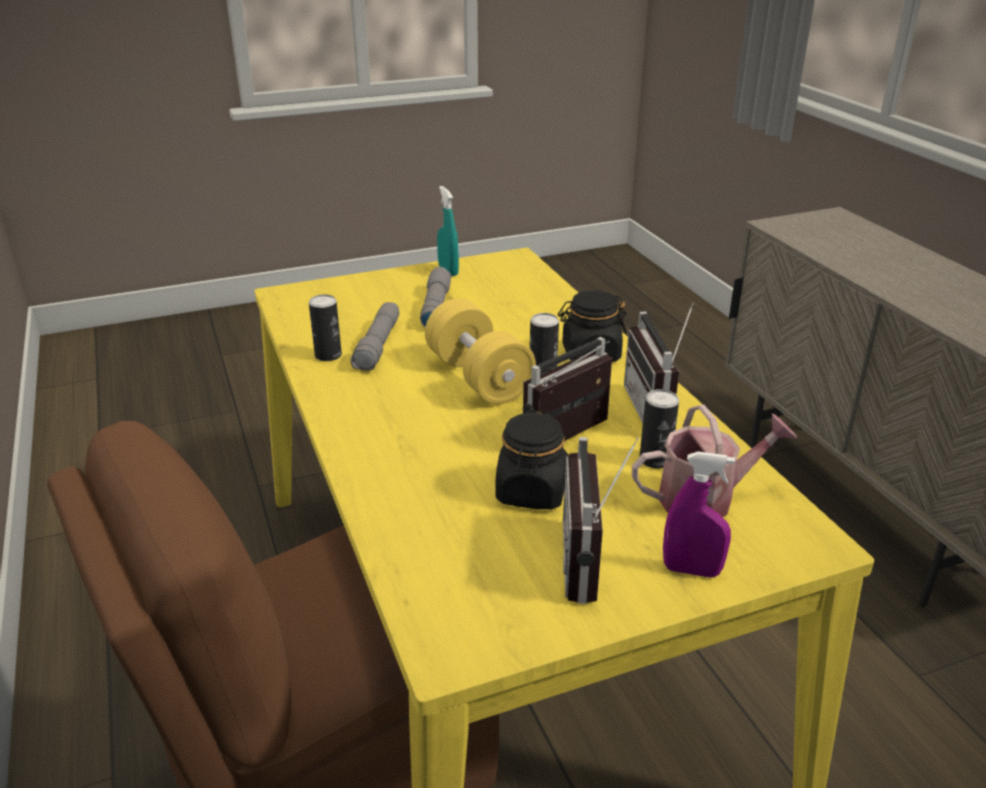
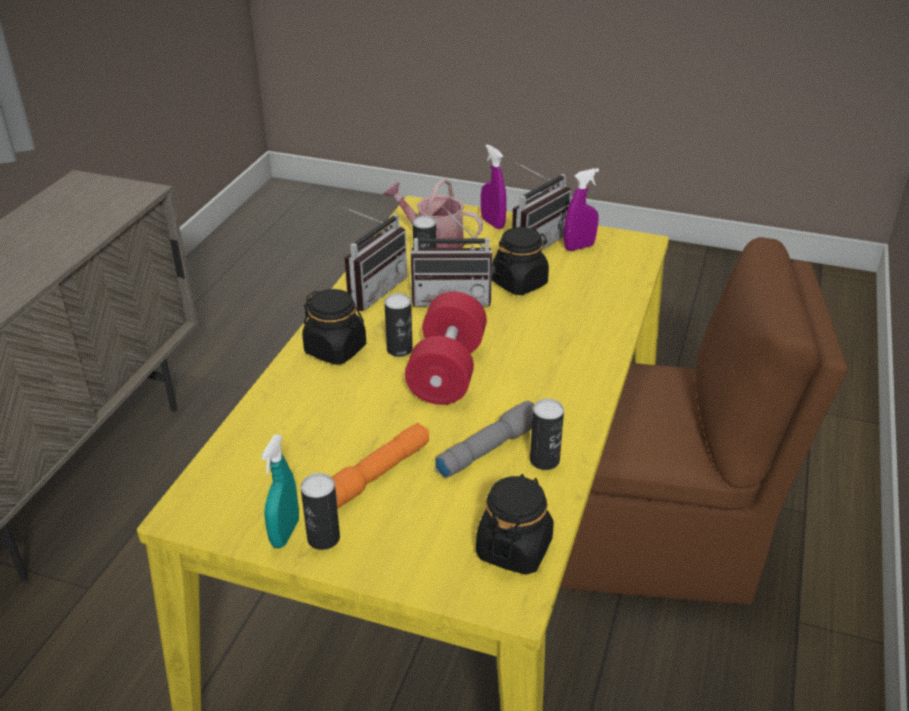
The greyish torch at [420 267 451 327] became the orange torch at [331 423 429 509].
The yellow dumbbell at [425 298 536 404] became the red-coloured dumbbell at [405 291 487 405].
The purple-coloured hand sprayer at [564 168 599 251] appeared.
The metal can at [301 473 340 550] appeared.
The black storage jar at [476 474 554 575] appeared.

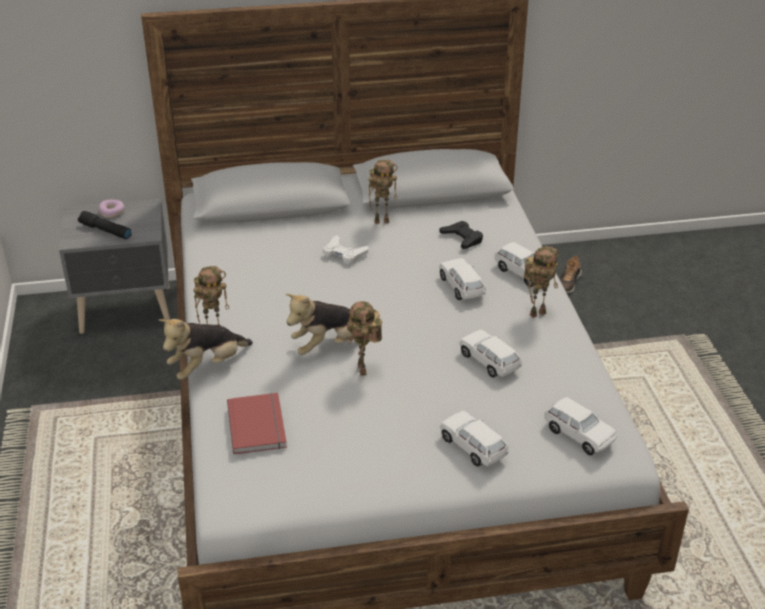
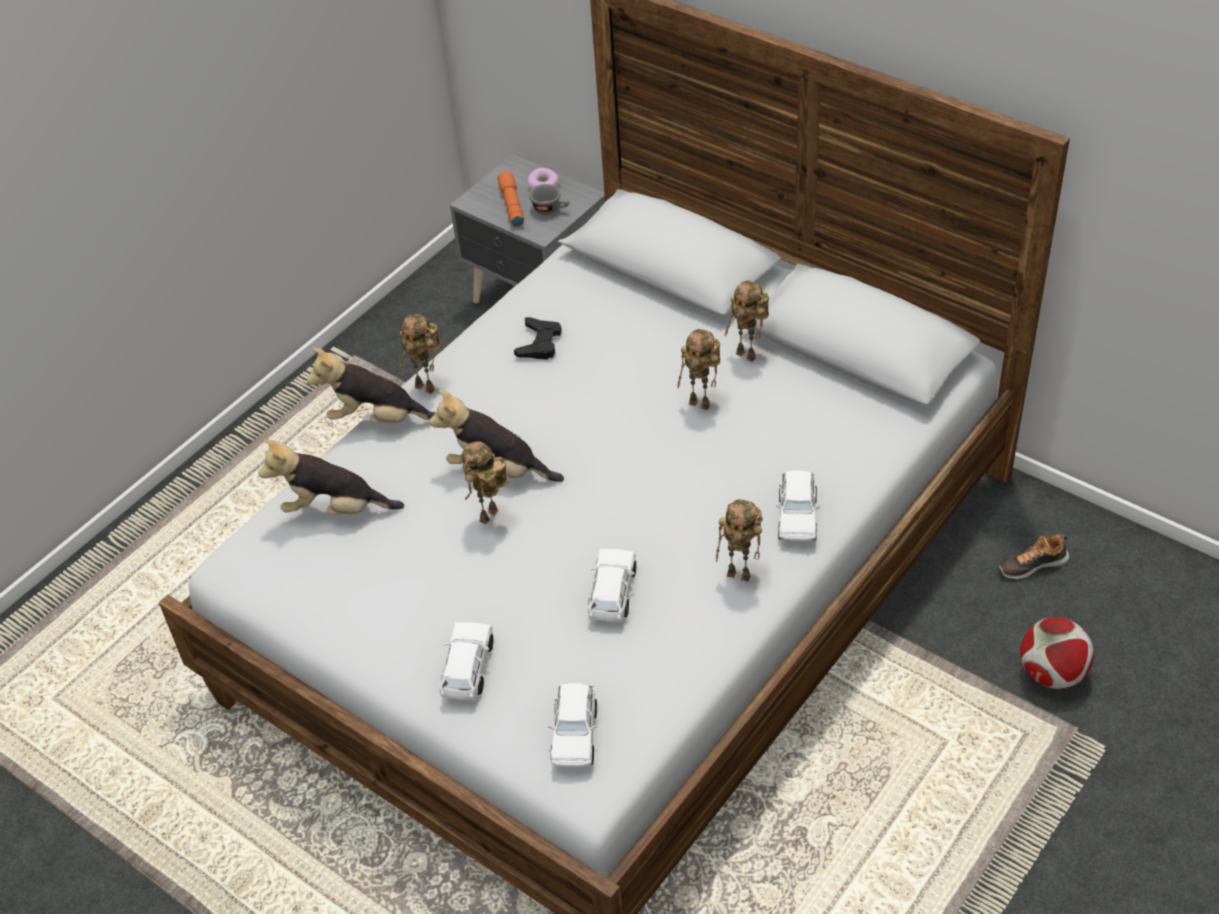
The black torch at [78 211 132 239] became the orange torch at [497 171 524 227].
The black game controller moved from [439 221 483 249] to [514 317 562 360].
The white game controller at [323 235 368 265] disappeared.
The white model car at [439 258 486 300] disappeared.
The red-coloured bound book at [227 393 287 454] was replaced by the soft toy at [259 439 404 515].
The greyish small cup at [529 184 570 215] appeared.
The robot figure at [677 329 720 410] appeared.
The football at [1020 617 1094 689] appeared.

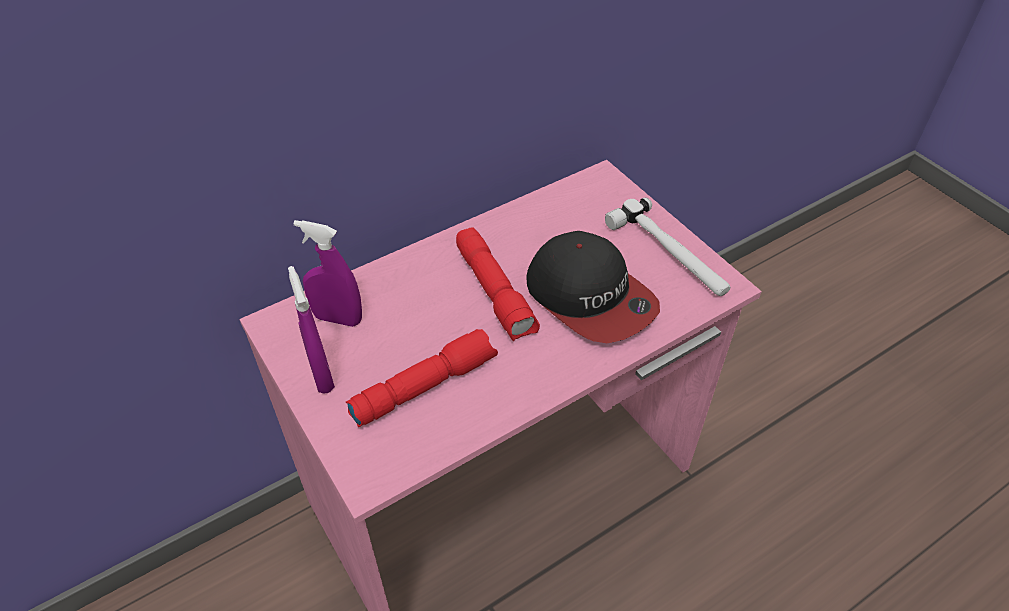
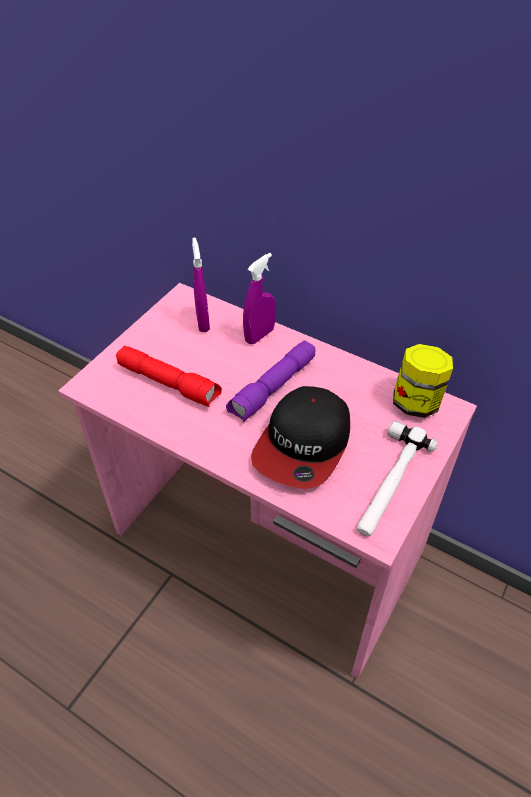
The red-coloured torch at [456 227 540 341] became the purple-coloured torch at [226 340 315 422].
The purple-coloured hand sprayer moved from [288 266 335 393] to [243 253 276 344].
The storage jar at [393 344 453 418] appeared.

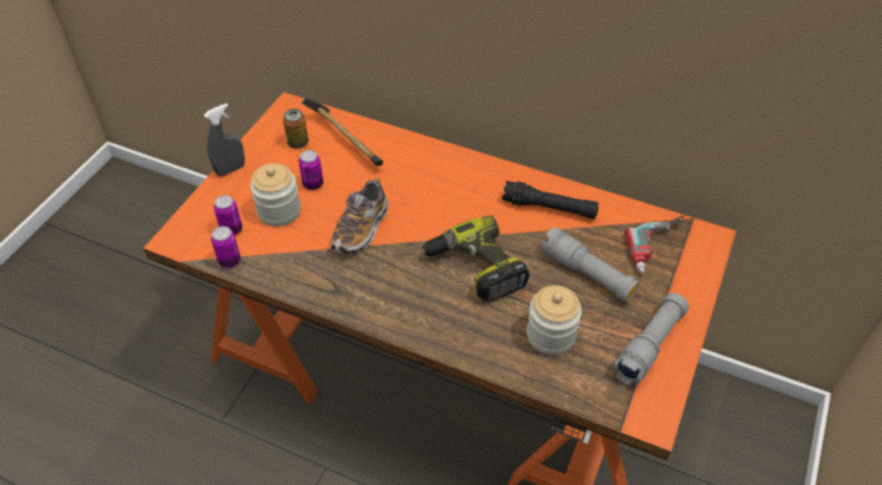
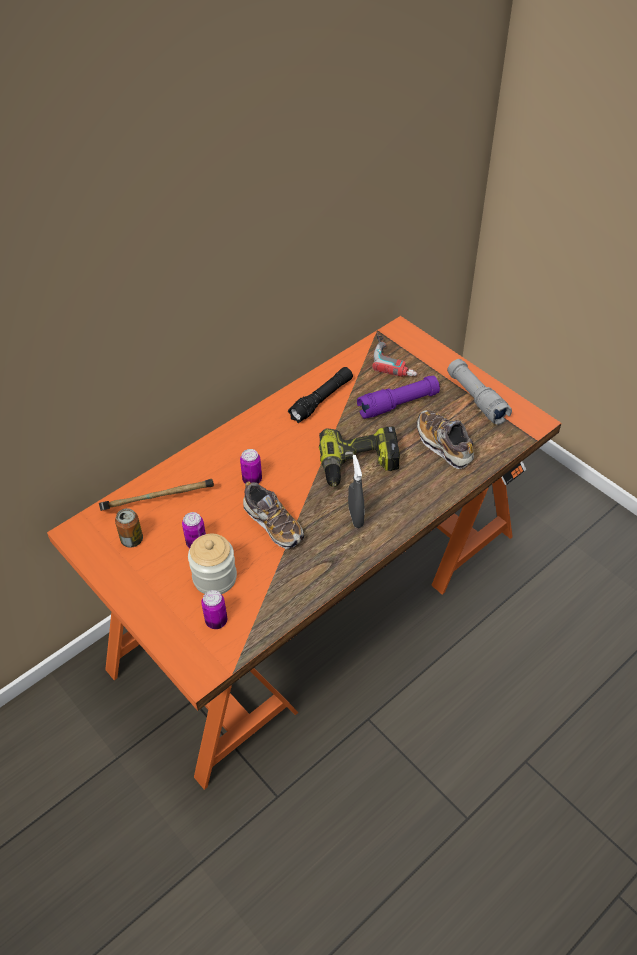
The greyish hand sprayer moved from [204 103 245 176] to [348 455 364 528].
The metal can moved from [211 226 241 268] to [240 449 262 484].
The greyish torch at [540 227 640 302] became the purple-coloured torch at [357 375 440 419].
The storage jar at [527 285 582 355] was replaced by the low shoe at [417 410 474 469].

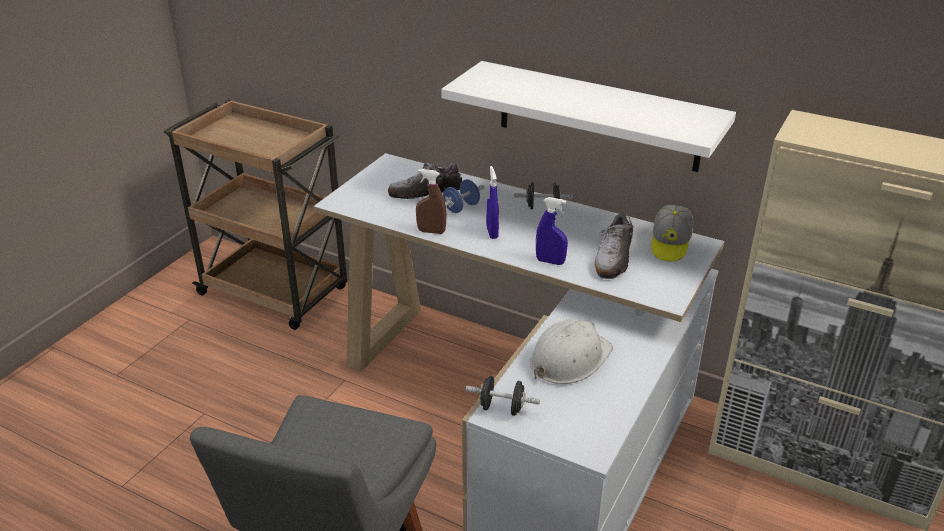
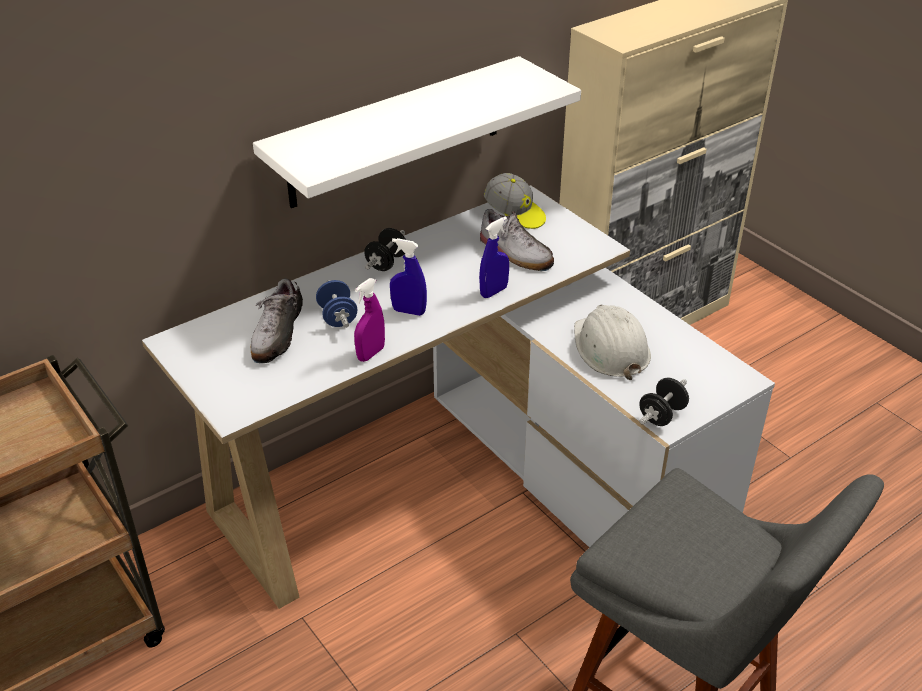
The brownish hand sprayer at [416 169 446 234] became the purple-coloured hand sprayer at [354 278 385 362].

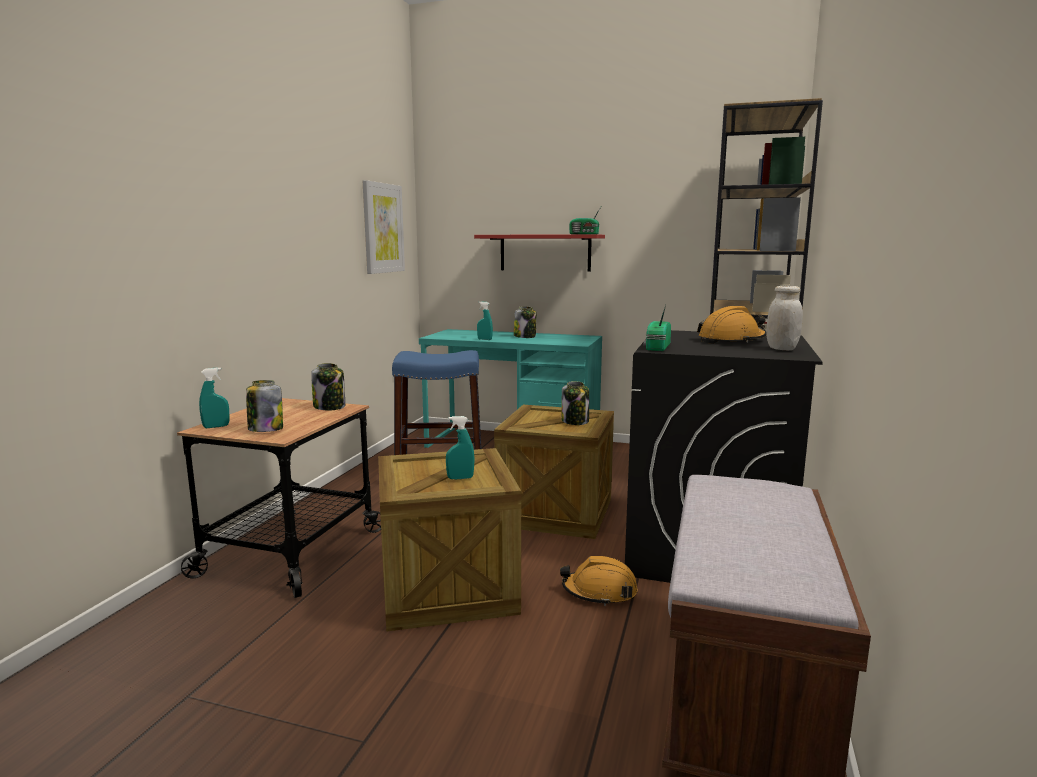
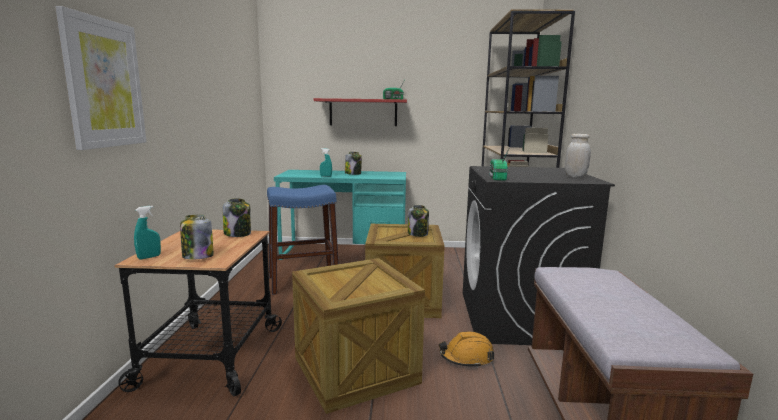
The wall picture moved from [363 180 405 274] to [55 6 146 150].
The orange work helmet at [697 306 766 344] disappeared.
The turquoise-coloured hand sprayer at [446 416 475 479] disappeared.

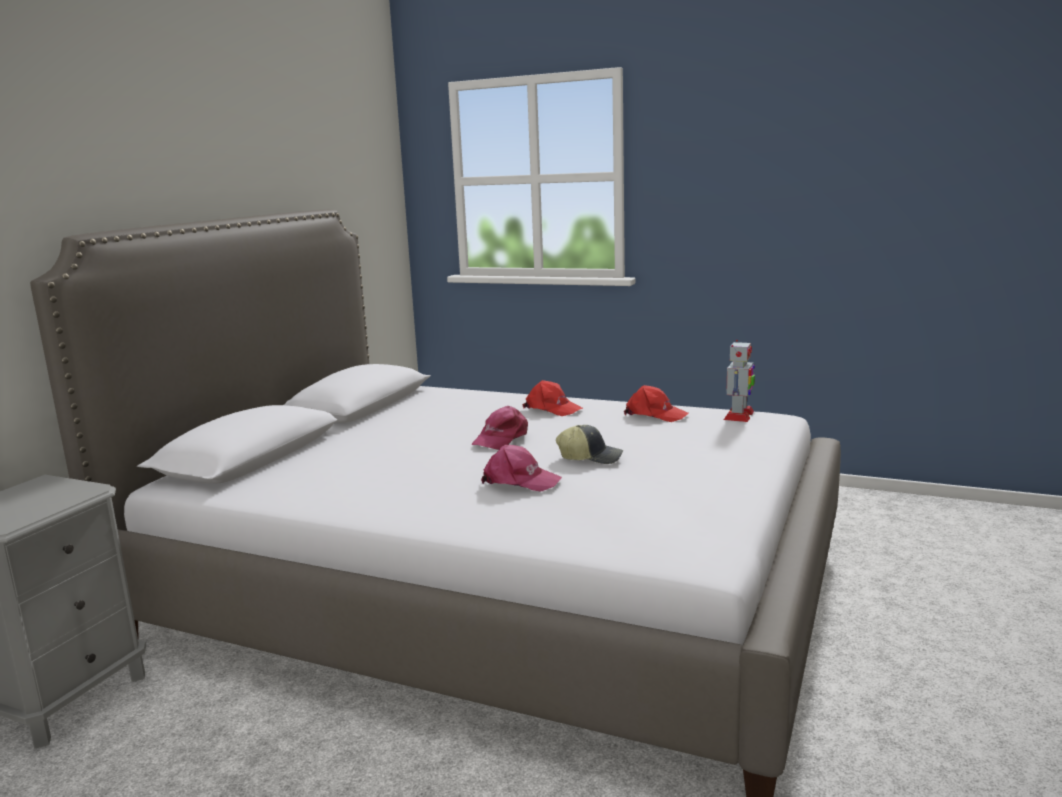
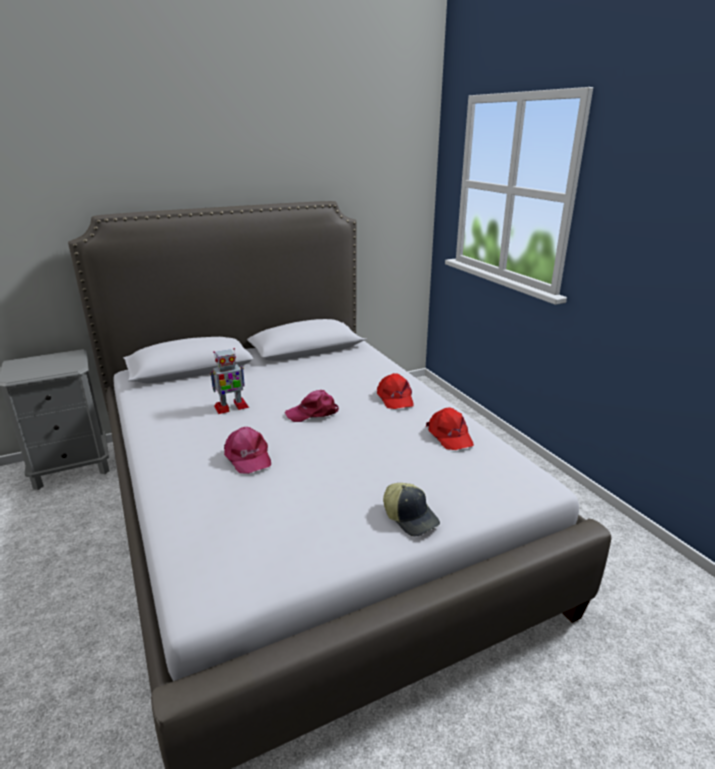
The robot figure moved from [724 340 755 422] to [210 348 249 414].
The baseball cap moved from [556 425 623 464] to [383 483 440 537].

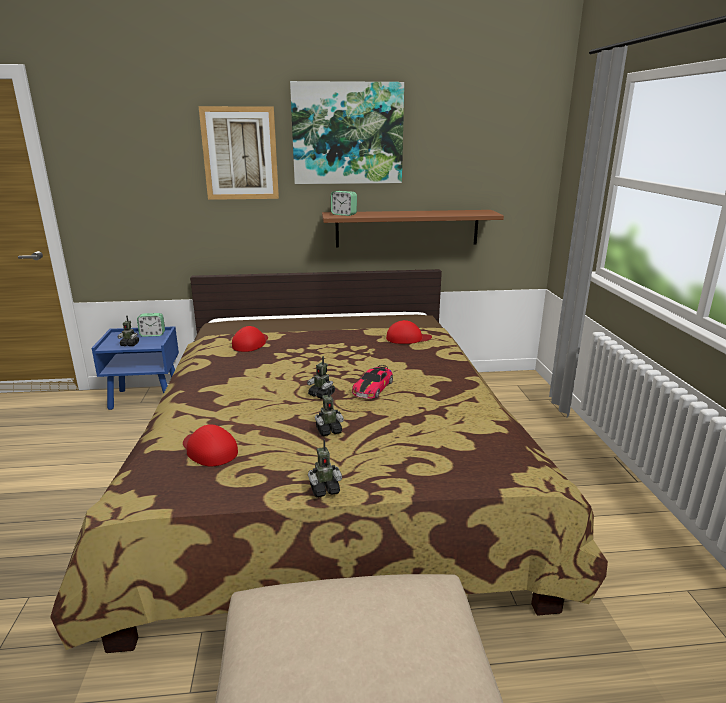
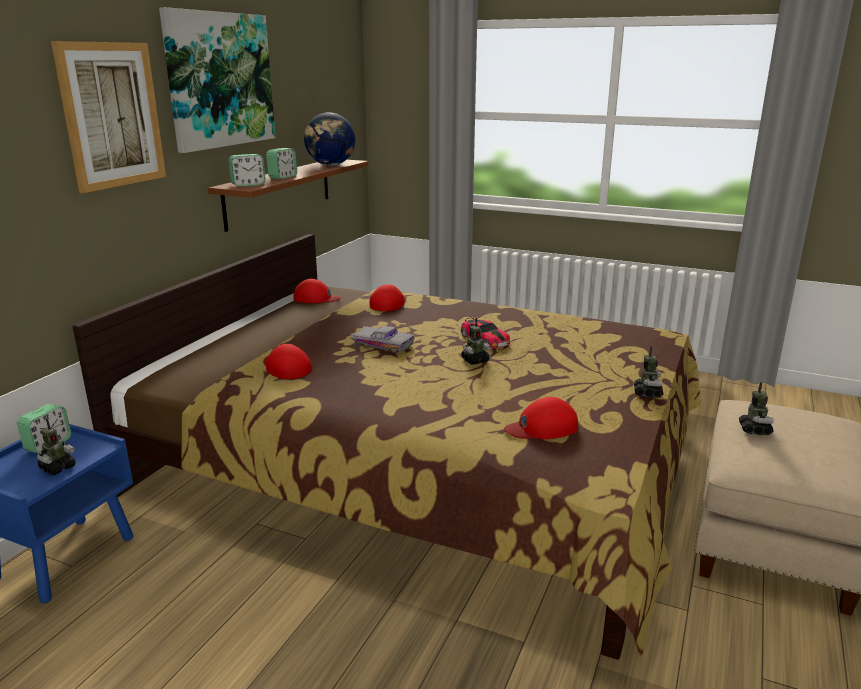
The robot figure moved from [315 387 344 436] to [739 382 774 435].
The desk globe at [304 112 355 165] appeared.
The table clock at [266 148 297 179] appeared.
The red-coloured baseball cap at [293 279 342 303] appeared.
The greyish model car at [351 326 414 353] appeared.

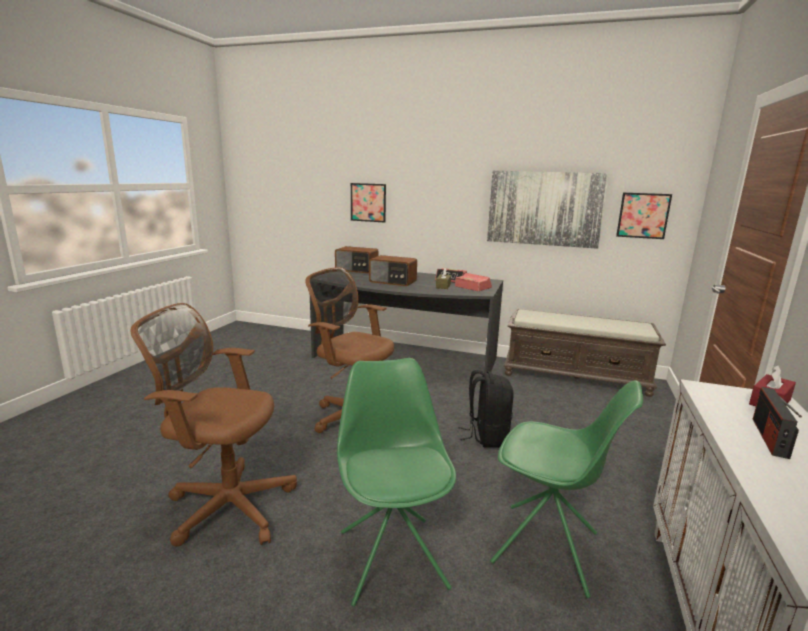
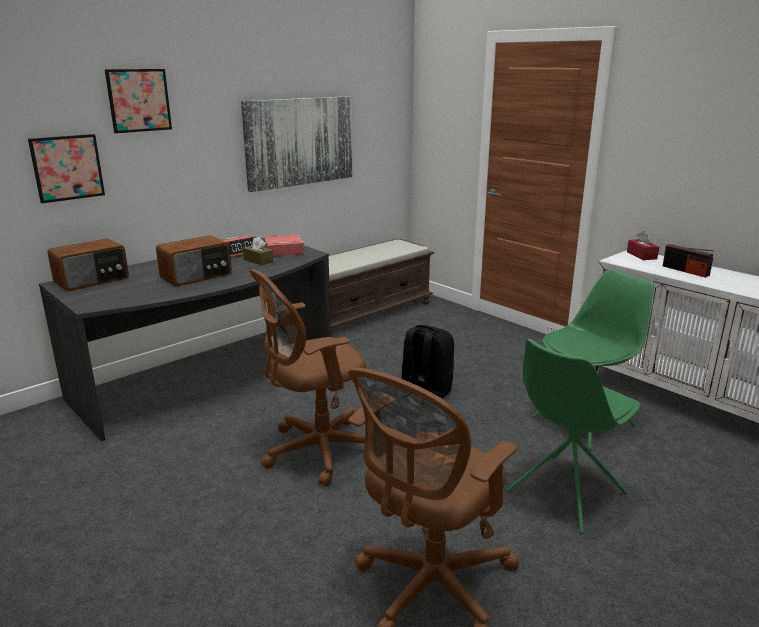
The wall picture moved from [616 193 672 239] to [105 69 172 133].
The green upright chair at [337 358 456 607] turned 60 degrees counterclockwise.

